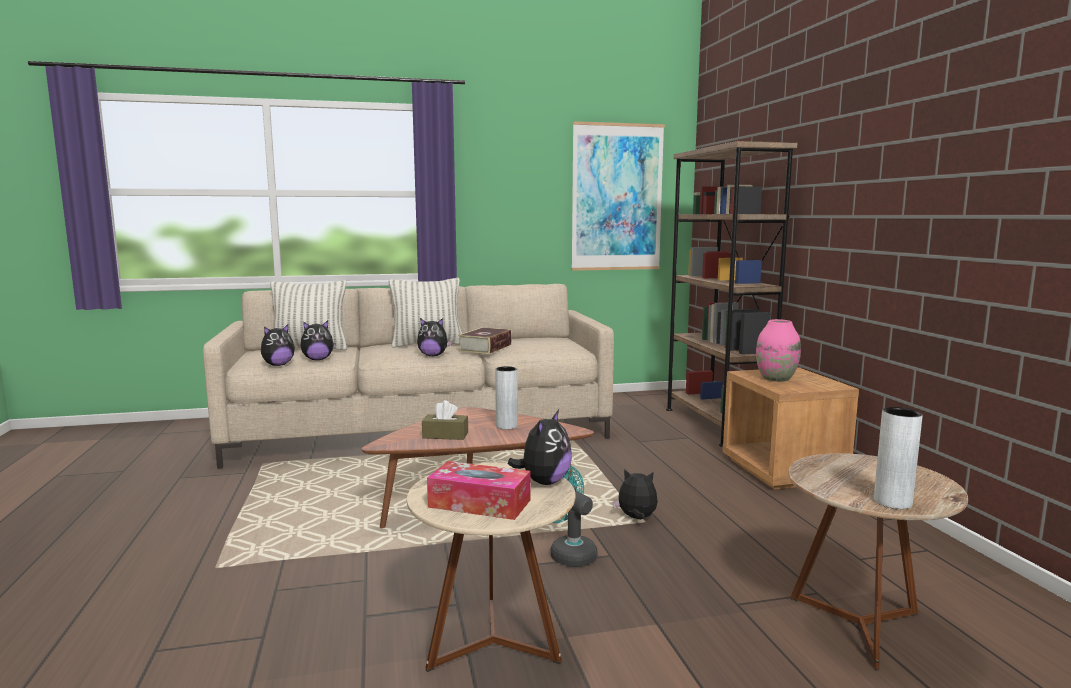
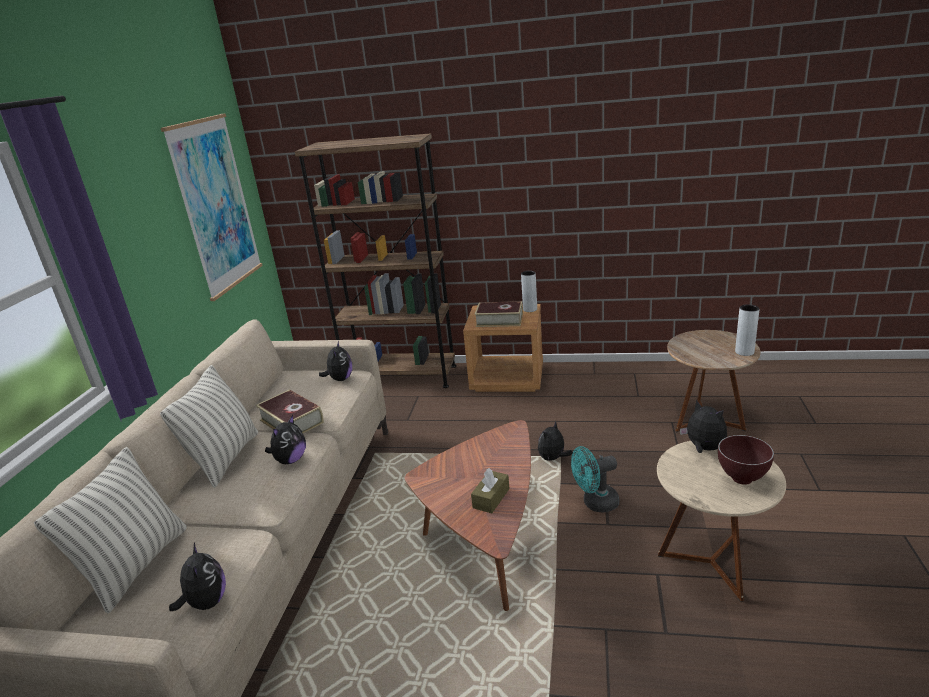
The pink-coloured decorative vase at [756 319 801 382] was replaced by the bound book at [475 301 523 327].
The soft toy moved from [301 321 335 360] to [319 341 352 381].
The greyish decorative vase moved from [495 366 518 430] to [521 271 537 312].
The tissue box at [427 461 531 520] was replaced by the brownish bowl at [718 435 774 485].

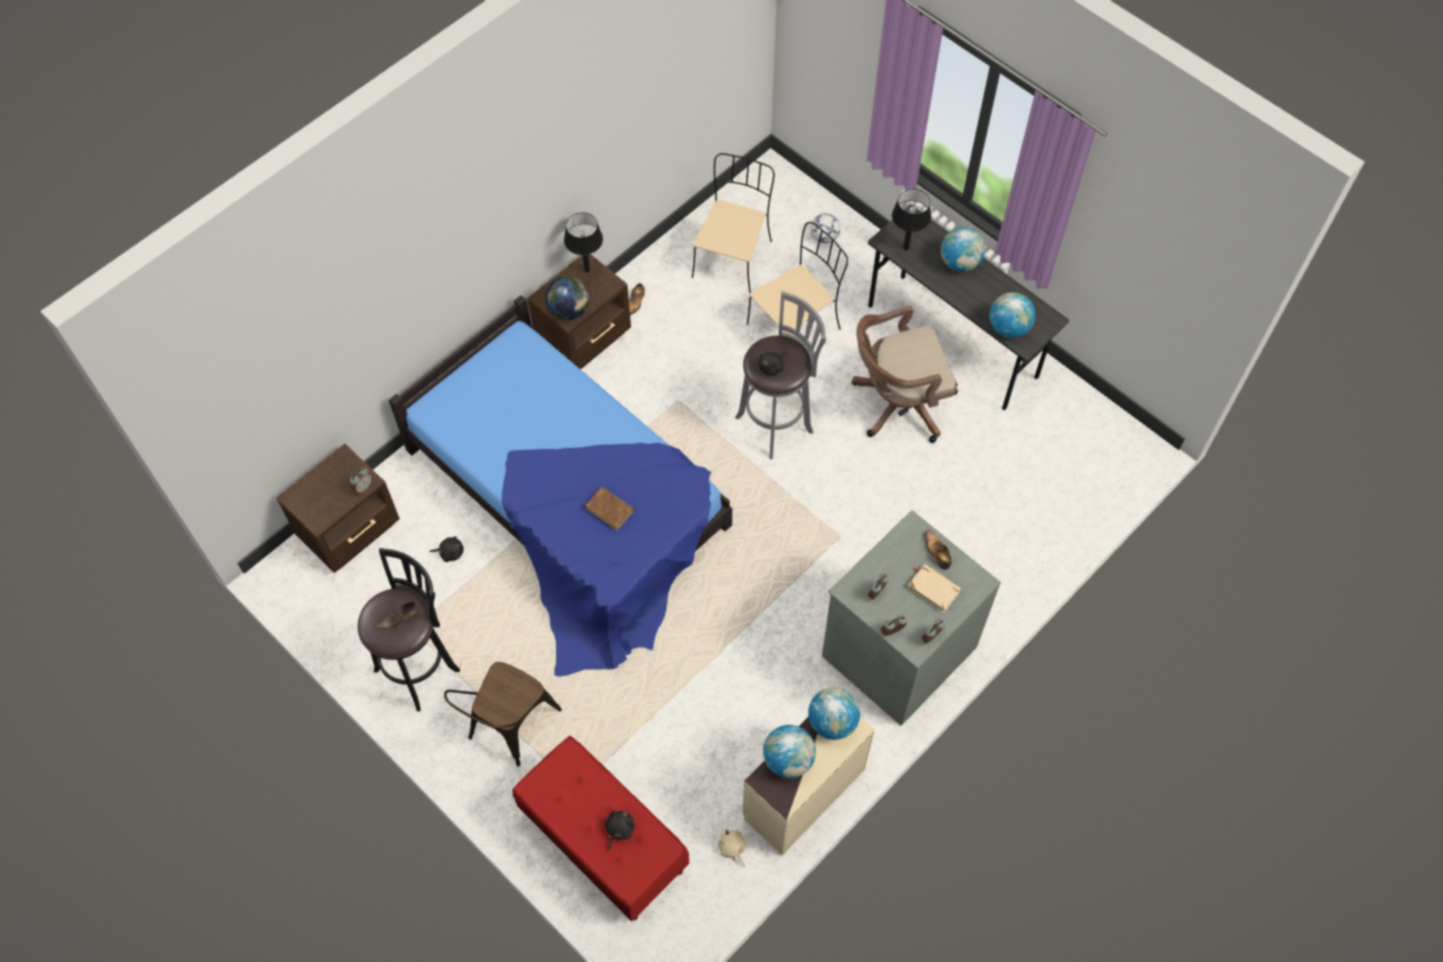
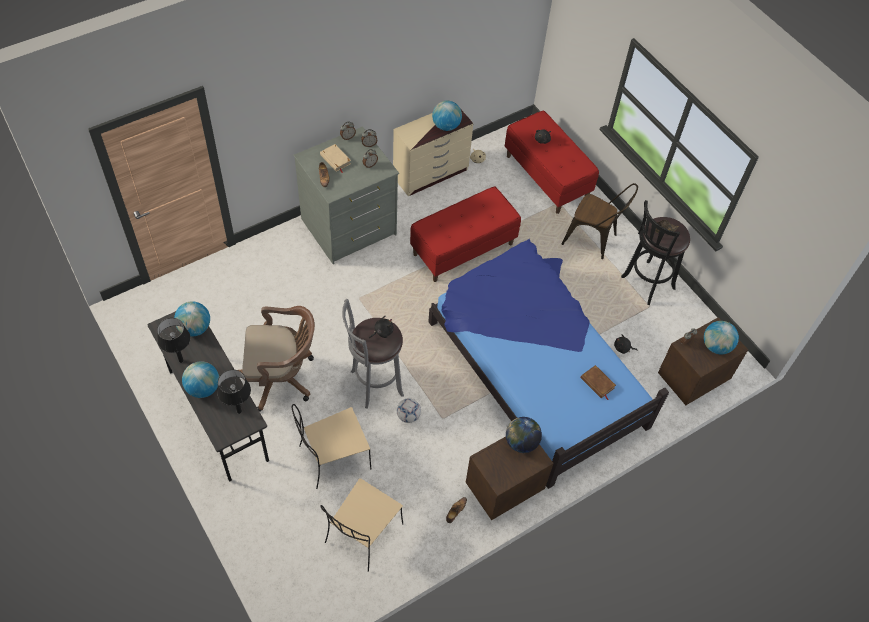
The black table lamp moved from [564 212 603 273] to [157 318 190 363].
The football moved from [811 213 840 243] to [397 398 421 423].
The brownish bound book moved from [585 487 634 531] to [580 365 616 400].
The brownish upright chair at [444 662 562 766] turned 75 degrees clockwise.
The desk globe moved from [808 687 860 740] to [704 321 739 354].
The red-coloured bench at [410 186 521 282] appeared.

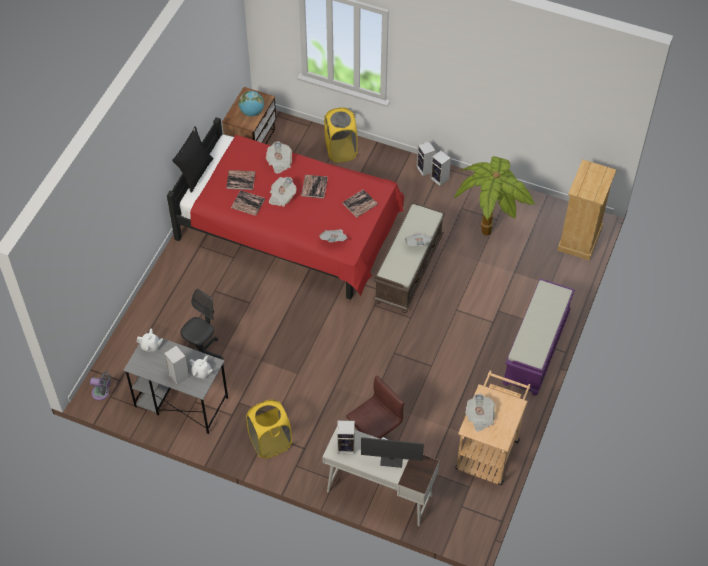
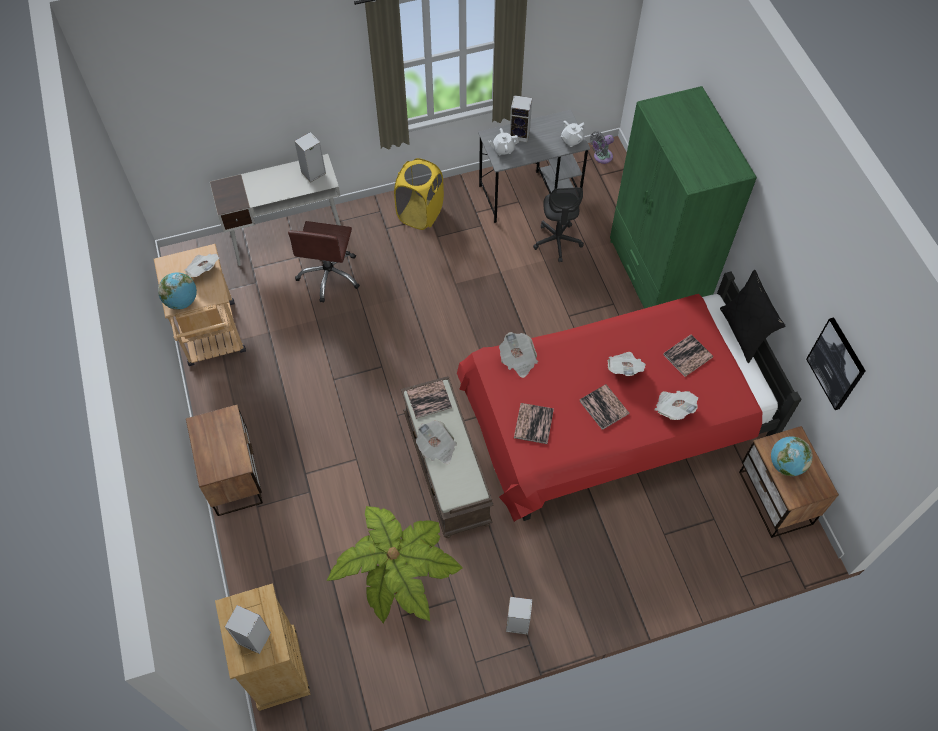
The yellow laundry basket at [324 108 357 163] disappeared.
The loudspeaker moved from [417 141 436 176] to [225 605 271 654].
The bound book moved from [231 190 265 216] to [407 380 452 419].
The purple-coloured bench at [502 278 575 396] was replaced by the bedside table at [186 405 263 516].
The computer screen at [361 437 424 468] disappeared.
The green wardrobe at [610 86 757 309] appeared.
The desk globe at [158 272 197 310] appeared.
The wall picture at [806 317 865 410] appeared.

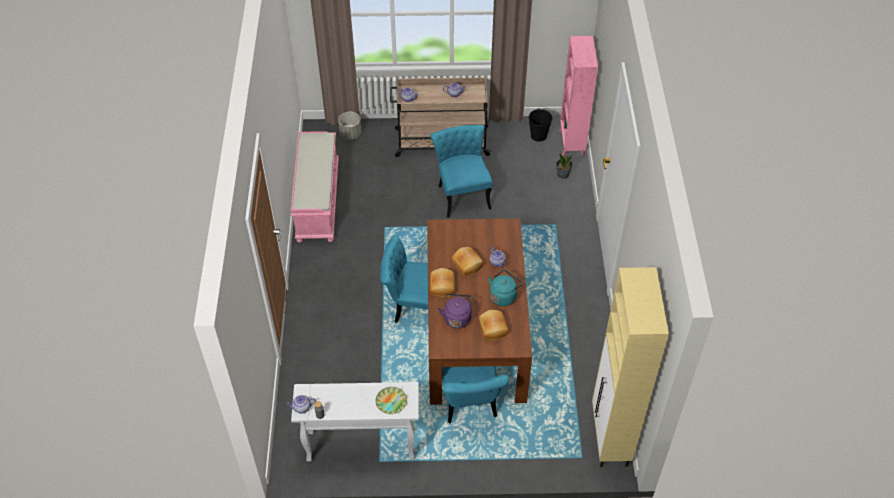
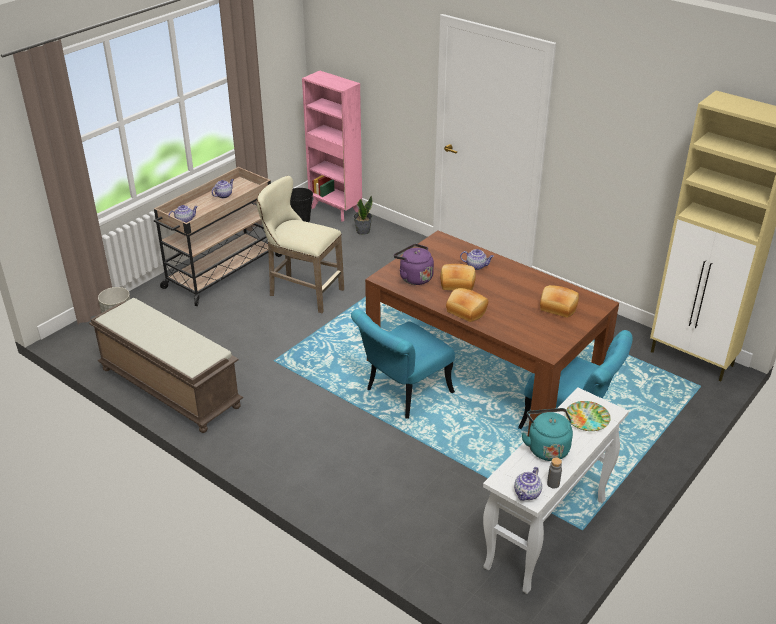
The turquoise-coloured upright chair at [430 125 493 218] was replaced by the beige stool at [257 176 344 313].
The pink-coloured bench at [291 131 339 243] became the brownish bench at [89 298 243 433].
The turquoise-coloured water kettle moved from [488 270 523 306] to [521 408 573 461].
The purple-coloured water kettle moved from [438 294 472 329] to [394 244 434 285].

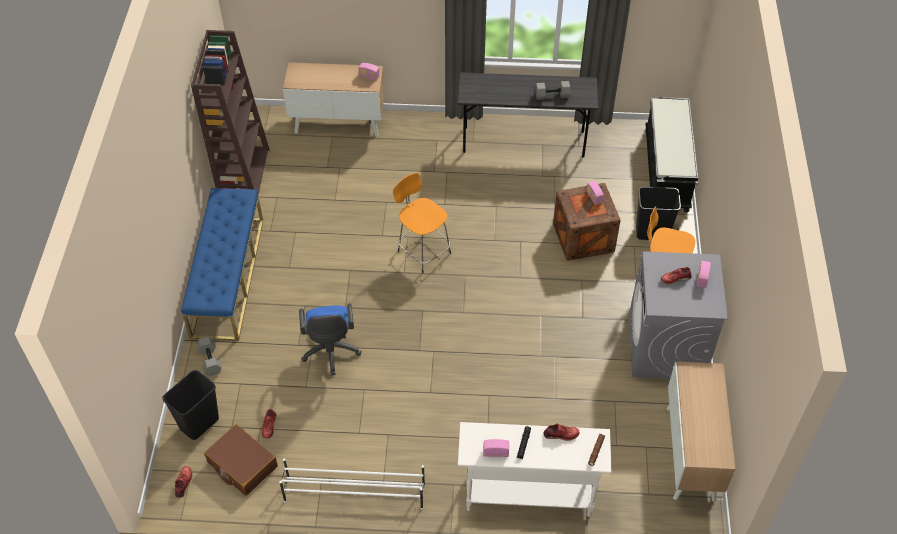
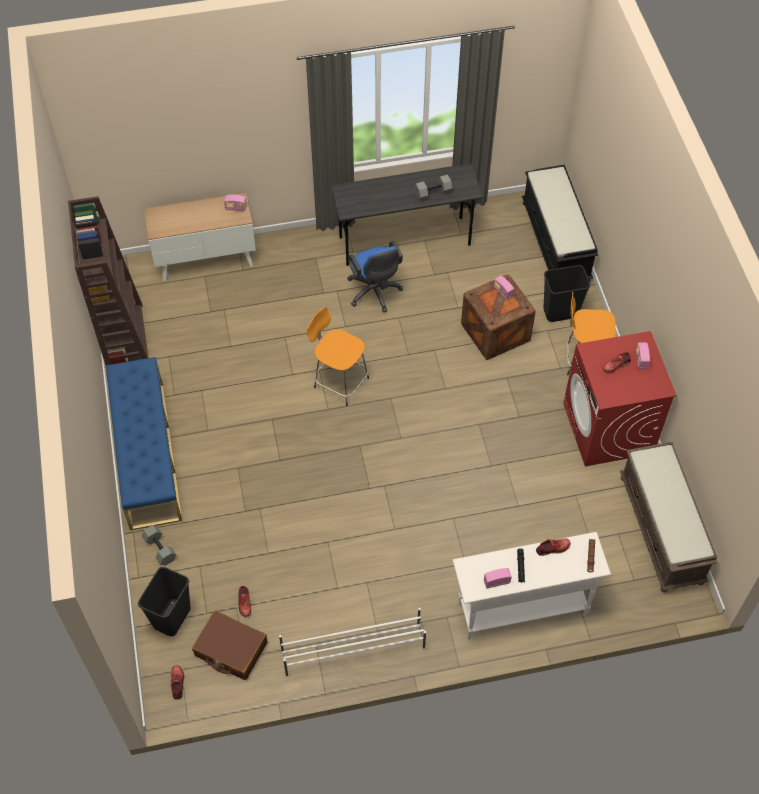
The greyish laundry appliance at [629 251 728 379] became the red-coloured laundry appliance at [563 331 677 466].
The blue-coloured desk chair moved from [299 303 362 375] to [348 241 403 313].
The cabinet at [666 362 735 502] was replaced by the brownish bench at [620 442 718 592].

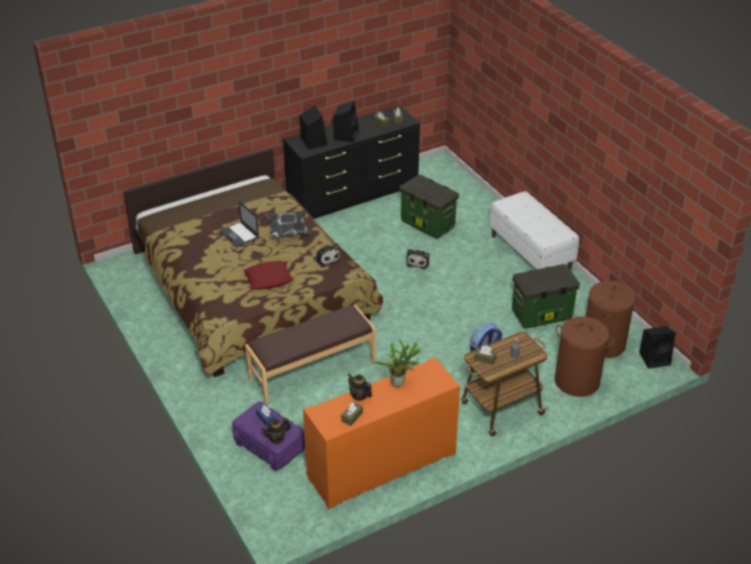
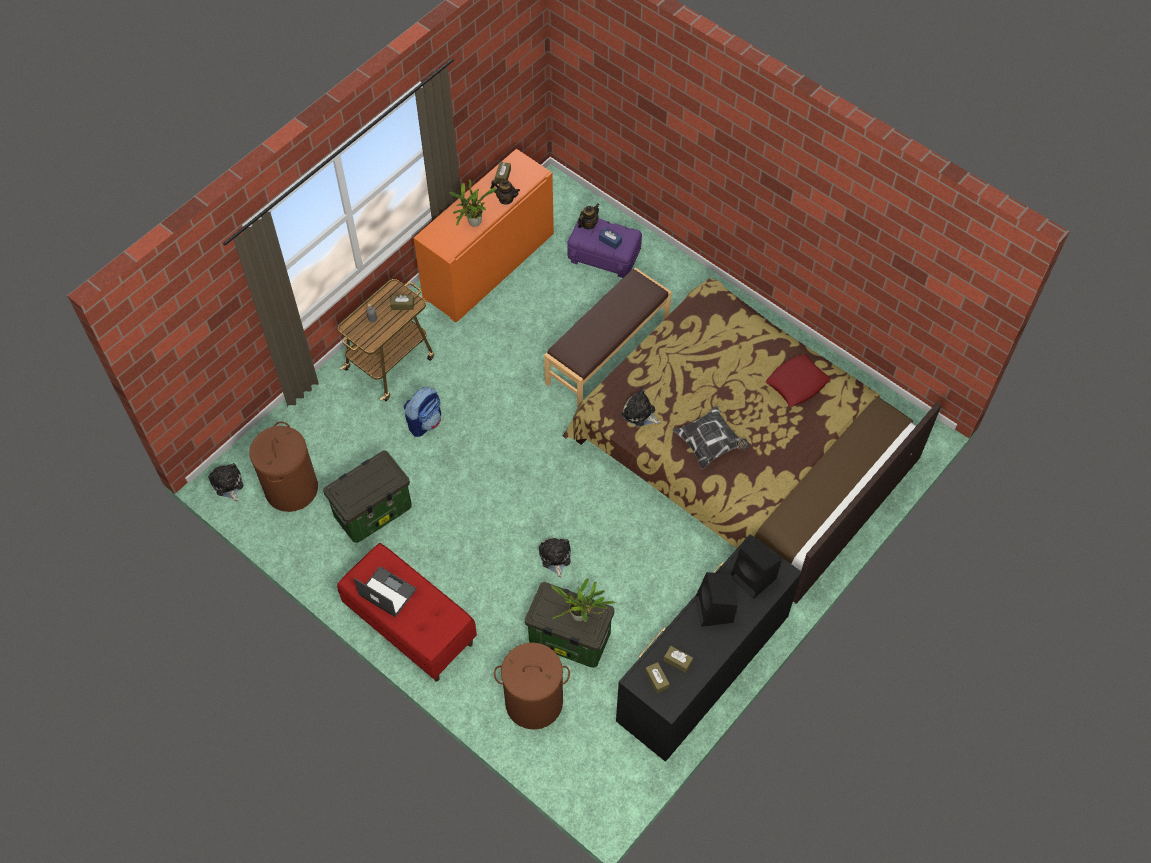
The white bench at [489 191 579 270] became the red-coloured bench at [337 543 477 682].
The notebook computer moved from [219 201 259 247] to [354 566 417 617].
The red-coloured throw pillow moved from [243 261 293 290] to [766 354 830 407].
The brownish laundry basket moved from [555 317 614 397] to [494 642 570 730].
The black loudspeaker at [639 326 676 369] was replaced by the soft toy at [208 463 243 502].
The potted plant at [551 578 615 622] appeared.

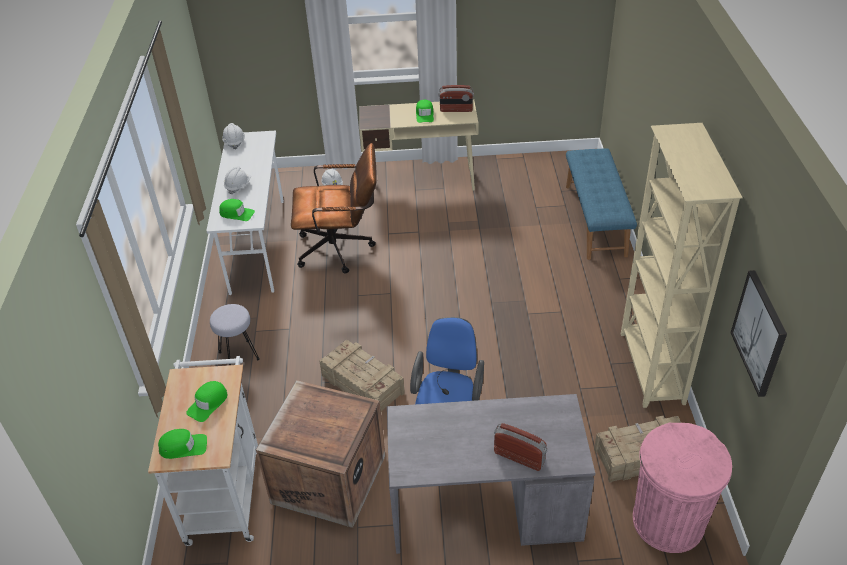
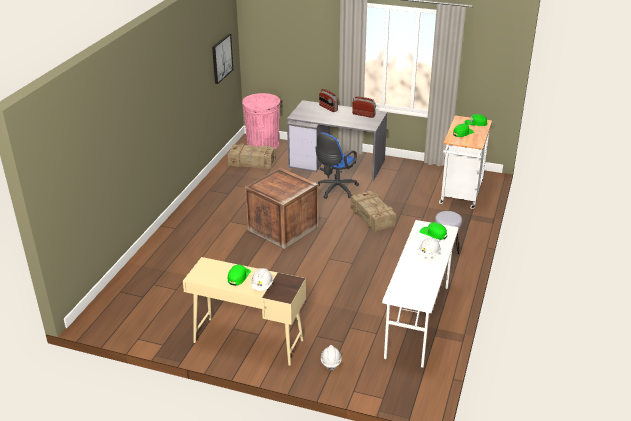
The radio receiver moved from [438 85 474 112] to [352 96 376 118].
The white work helmet moved from [222 123 245 149] to [251 268 273 291].
The beige bookcase at [621 123 743 408] disappeared.
The brownish desk chair at [291 143 377 273] disappeared.
The blue-coloured bench at [566 149 637 260] disappeared.
The crate moved from [256 380 385 528] to [245 168 319 249].

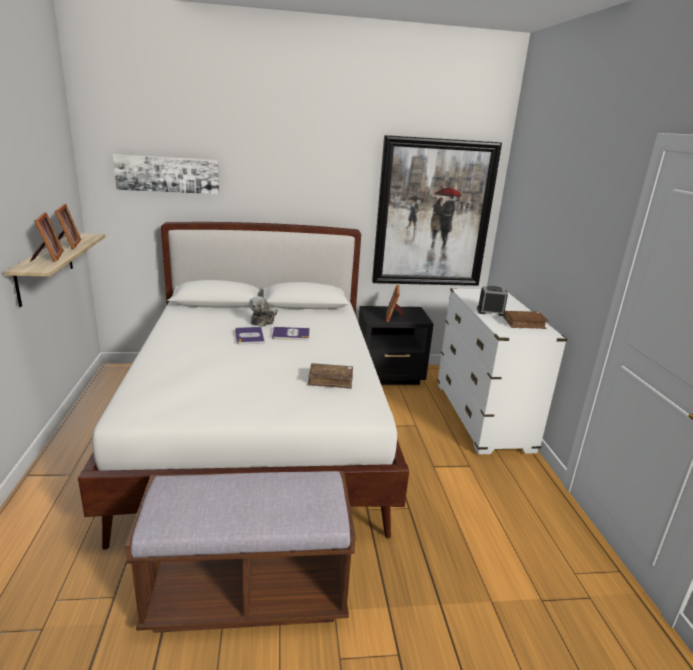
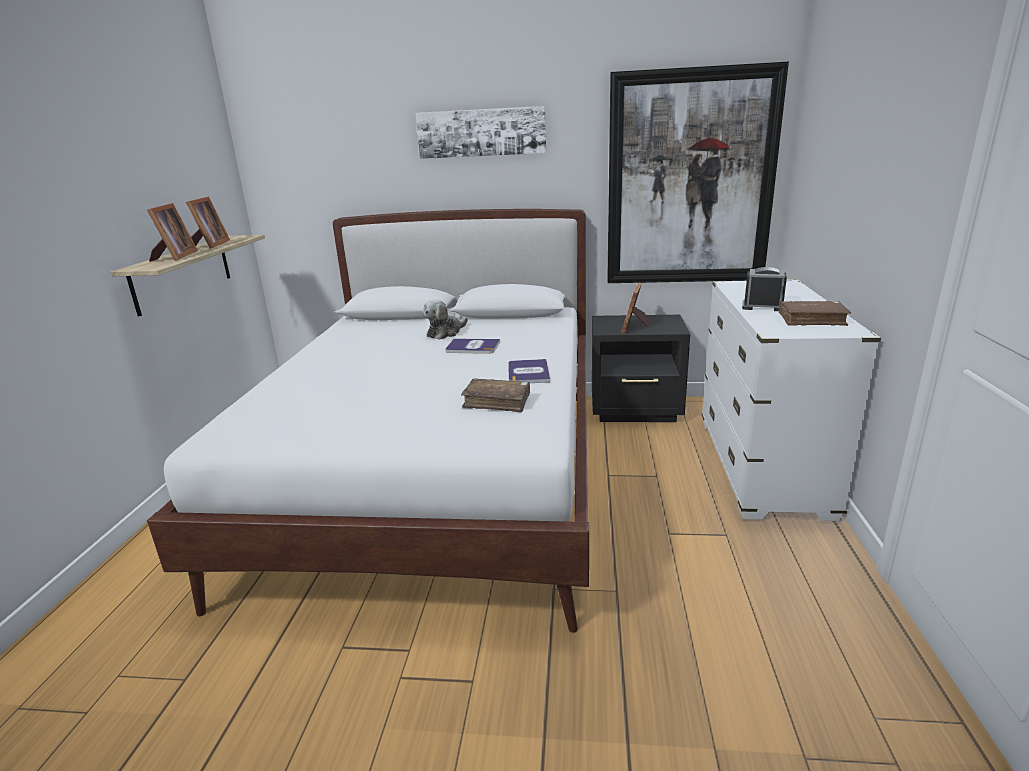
The wall picture moved from [113 154 219 194] to [415 106 546 159].
The bound book moved from [235 327 265 344] to [508 359 550 383].
The brownish bench at [125 471 356 633] disappeared.

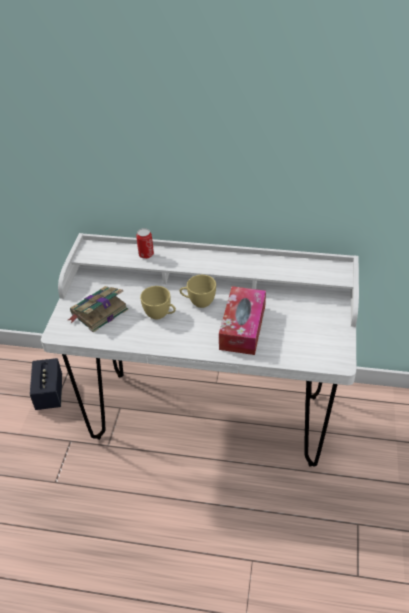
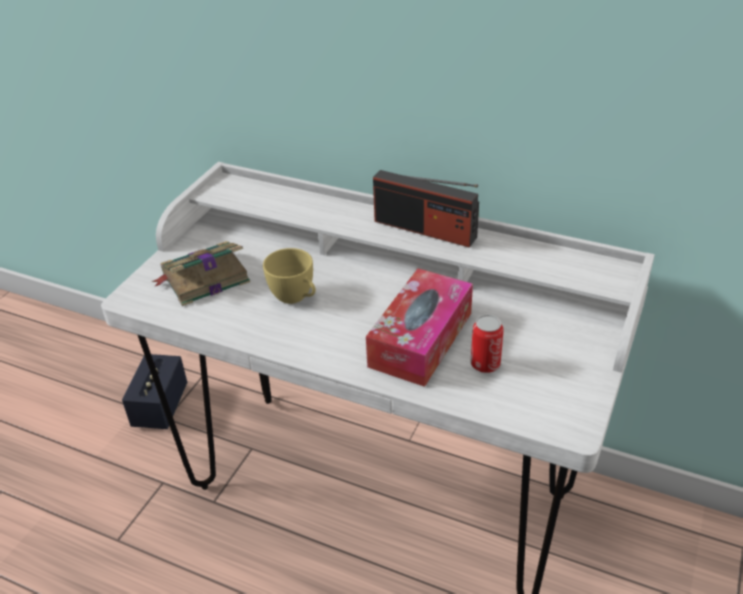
The metal can moved from [136 228 154 259] to [471 315 504 373].
The yellow small cup at [179 275 216 308] disappeared.
The radio receiver at [373 170 479 248] appeared.

